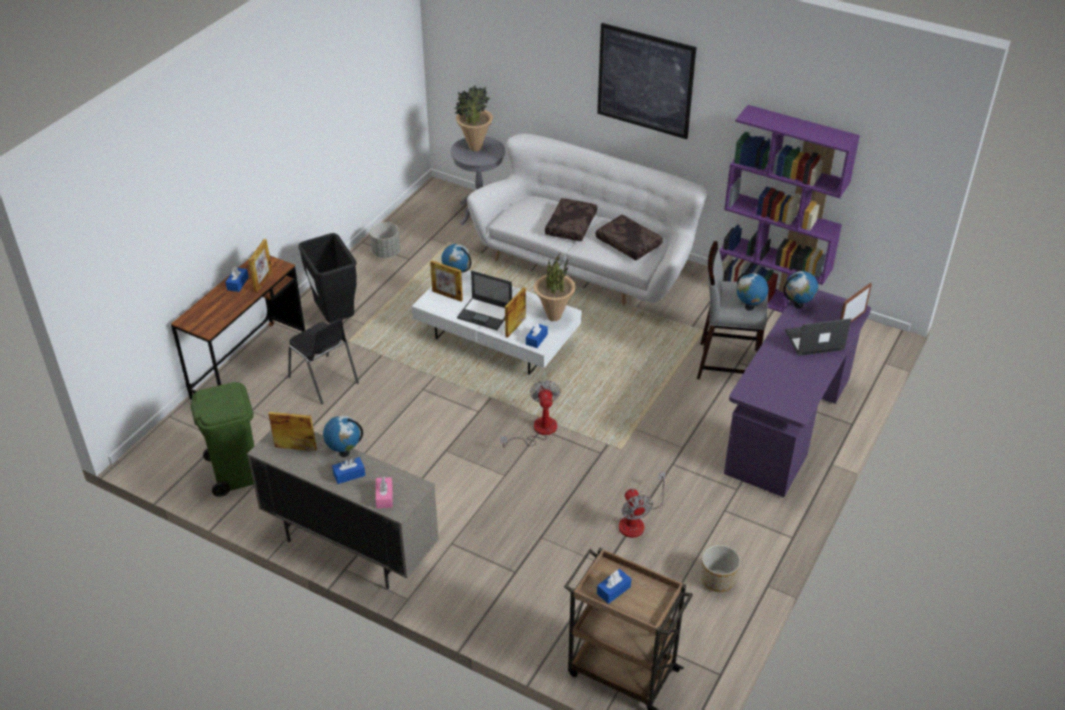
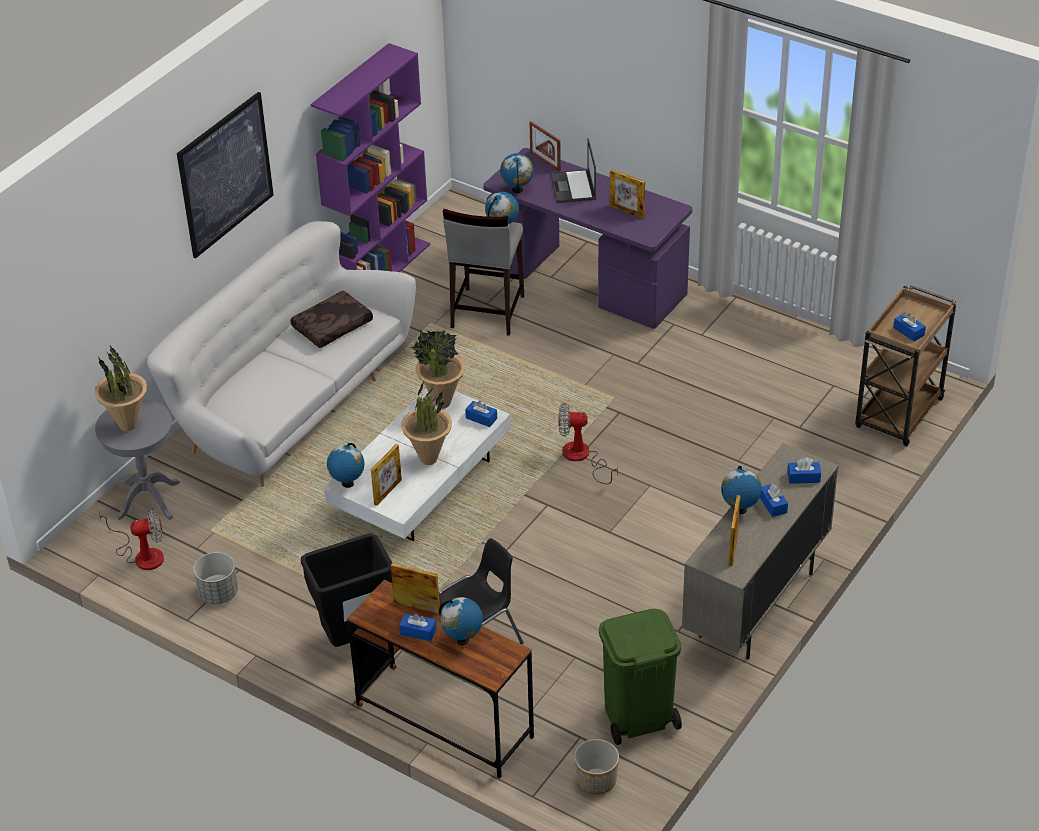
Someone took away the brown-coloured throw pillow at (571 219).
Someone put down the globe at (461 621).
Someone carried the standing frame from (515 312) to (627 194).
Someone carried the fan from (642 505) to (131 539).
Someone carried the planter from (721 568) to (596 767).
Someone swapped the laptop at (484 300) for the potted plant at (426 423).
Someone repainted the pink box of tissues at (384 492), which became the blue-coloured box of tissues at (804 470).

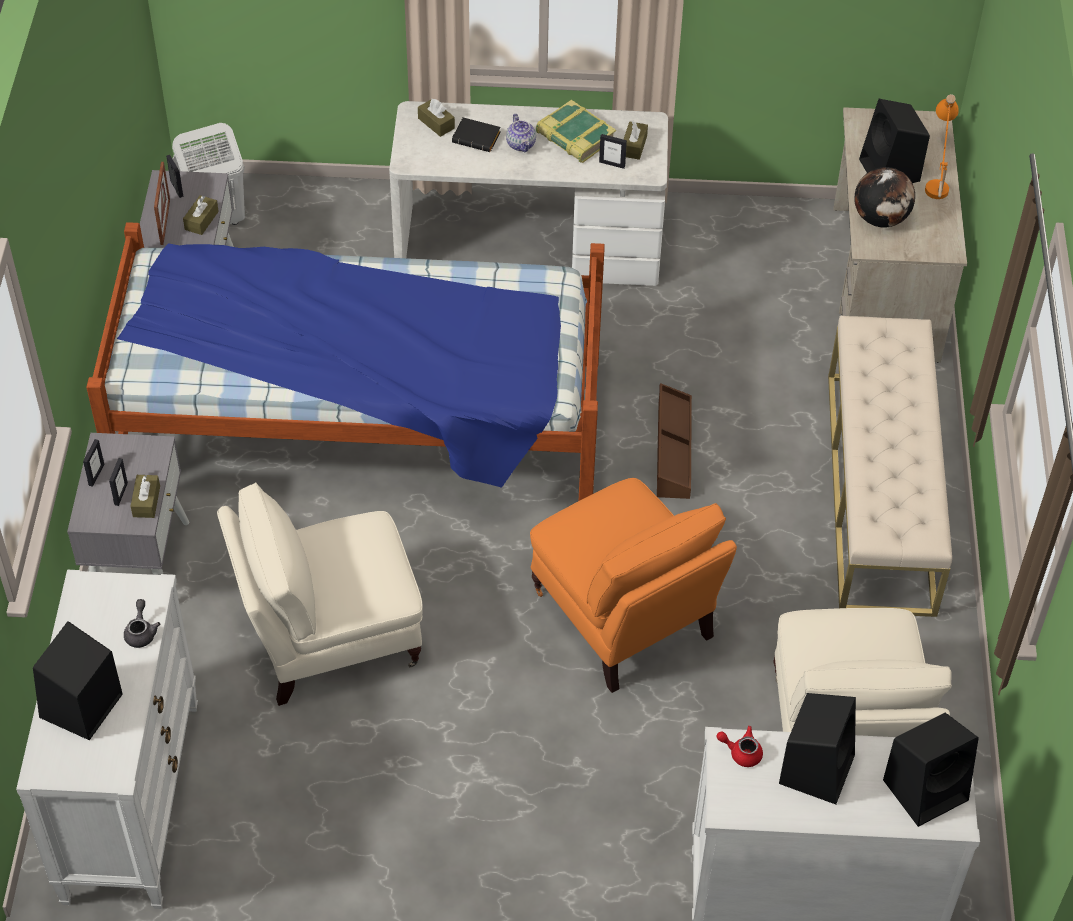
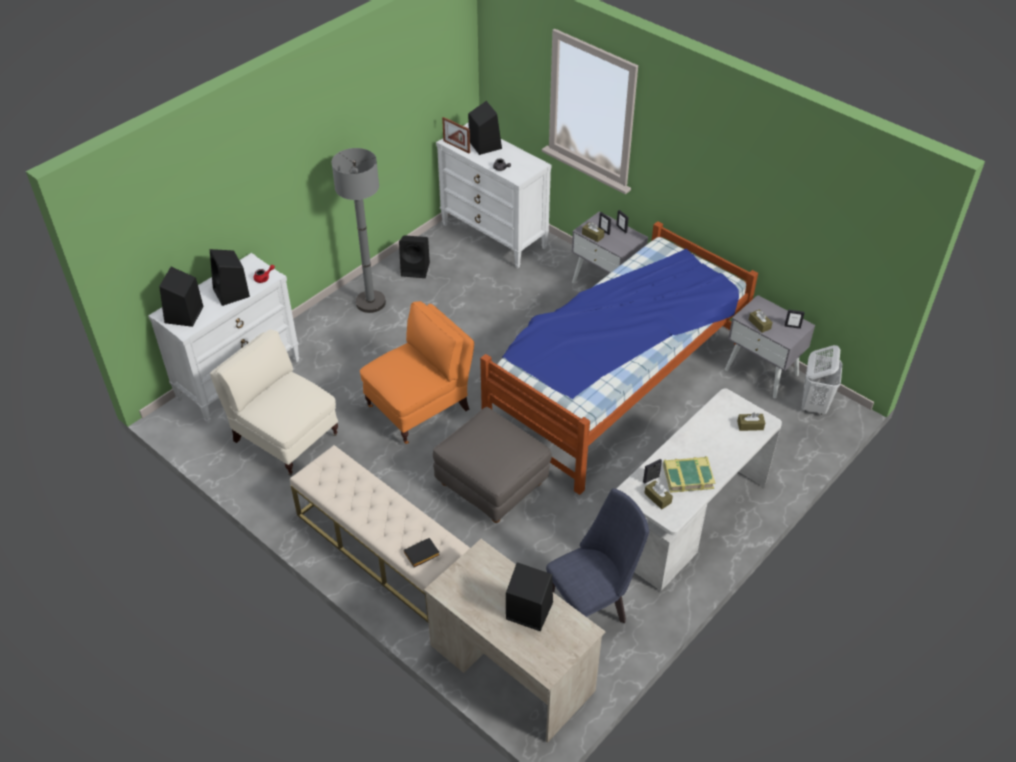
Someone took away the sand-coloured lounge chair at (320 594).
Someone took away the tea pot at (521 133).
Someone took away the globe at (884 197).
Someone took away the orange lamp for a table at (942 146).
Someone put down the grey standing lamp at (359 230).
Someone put down the blackish loudspeaker at (414 256).
Someone put down the blue-coloured chair at (597 555).
Someone carried the standing frame from (162 203) to (456 135).
Someone carried the blackish bound book from (476 134) to (421 552).
Someone swapped the brown-coloured storage bin at (674 441) for the grey ottoman at (492 465).
Someone rotated the orange lounge chair at (633 585) by 135 degrees clockwise.

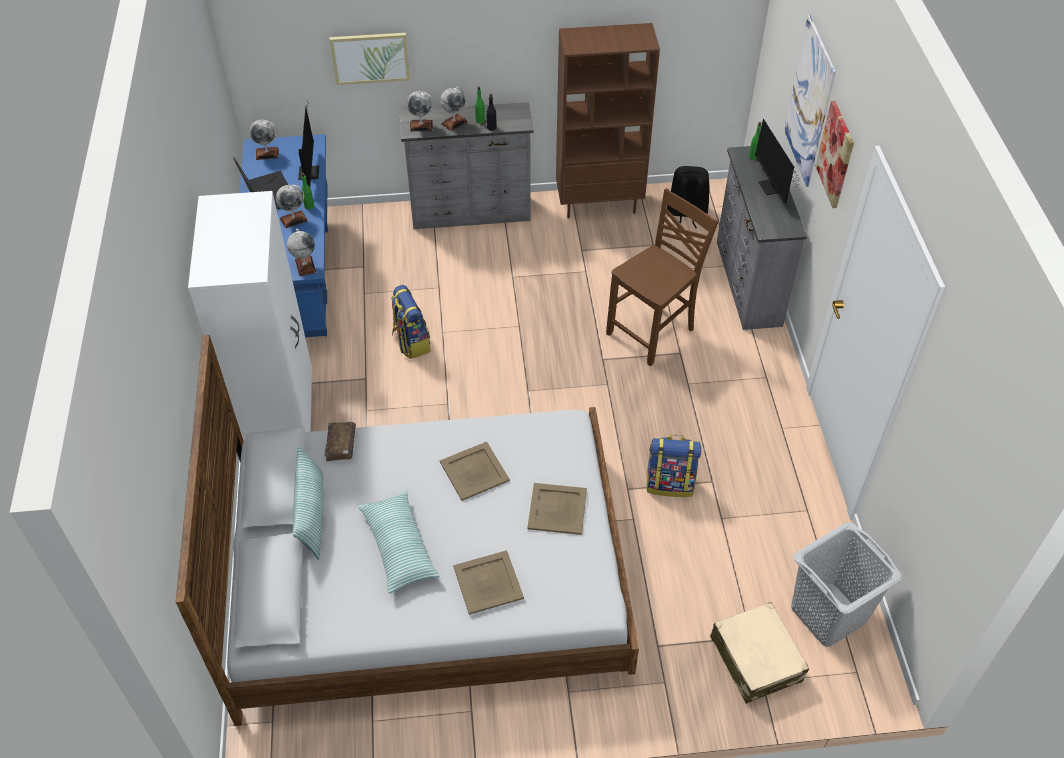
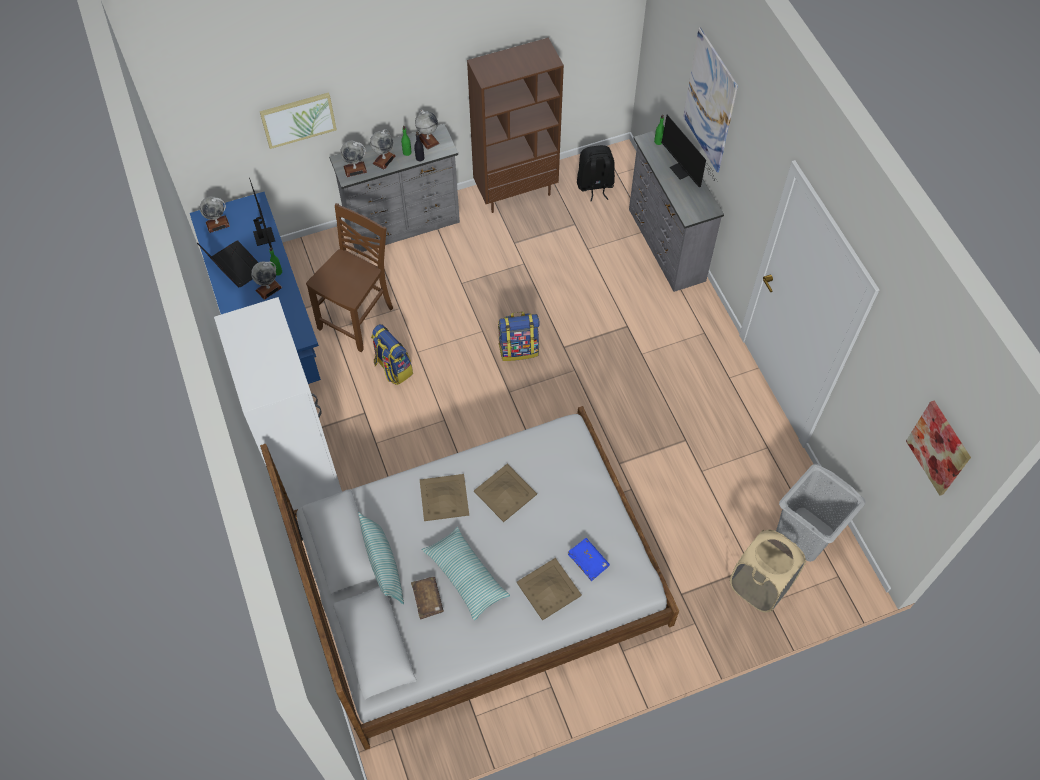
Someone put down the blue-coloured bound book at (589 559).
Someone carried the globe from (301 252) to (427 130).
Someone carried the brown-coloured bound book from (340 441) to (427 598).
Someone carried the sand-coloured tray from (557 509) to (444 497).
Someone carried the brown-coloured chair from (662 277) to (349 277).
Someone carried the backpack from (674 465) to (519 336).
Someone carried the picture from (834 154) to (938 448).
Someone swapped the sand-coloured piece of luggage at (759 653) for the sand-coloured hamper at (768 571).

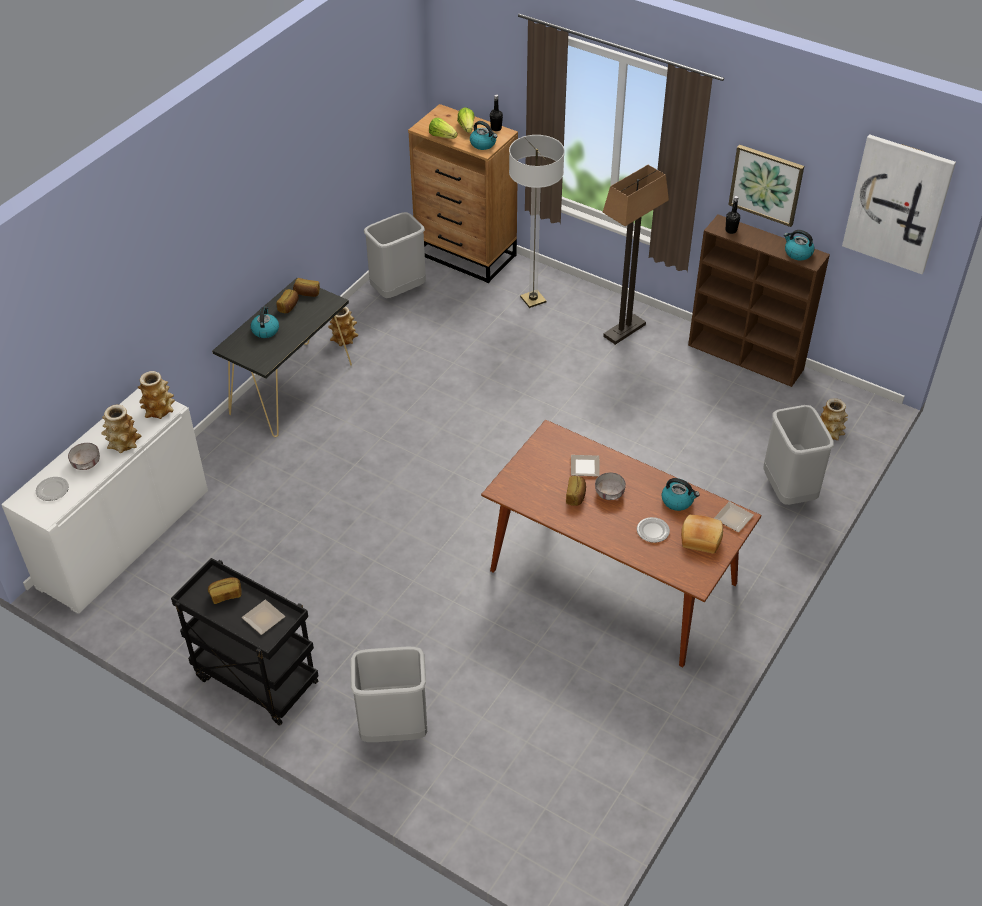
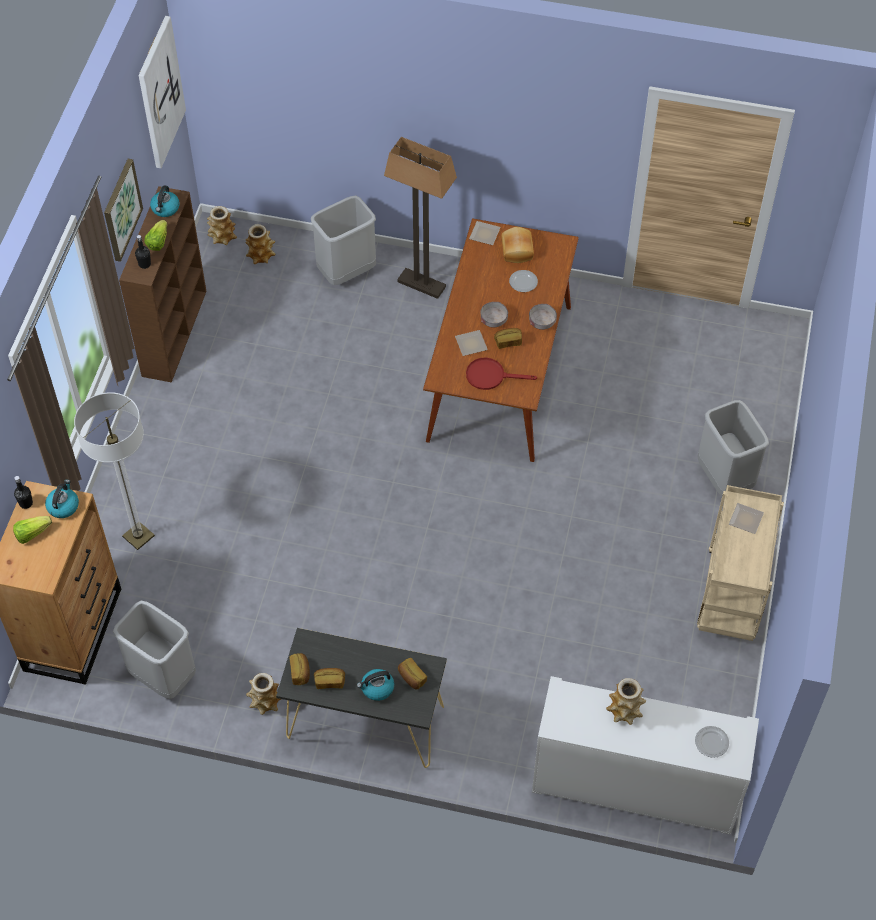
Someone took away the tea kettle at (681 494).
Someone put down the red-coloured skillet at (501 374).
Someone carried the grey deep dish from (84 456) to (543 317).
Someone carried the vase from (156 395) to (222 225).
Someone carried the bakery bread from (225 590) to (412 674).
Someone carried the lettuce head from (443 128) to (155 235).
Someone carried the standing lamp from (636 255) to (420 218).
Someone repainted the blackish trolley at (244 642), which became the sand-coloured trolley at (740 563).

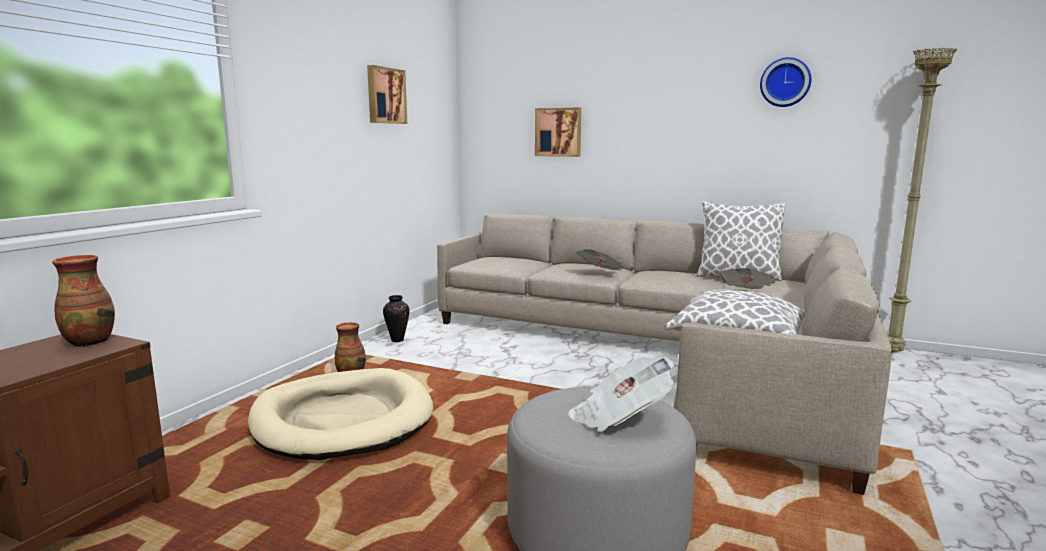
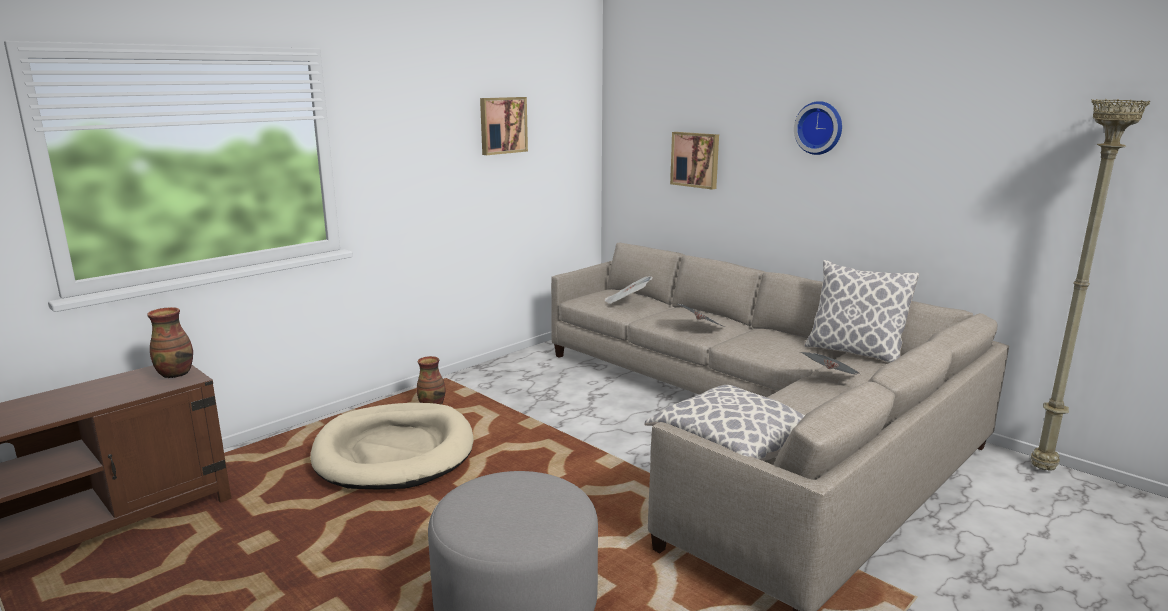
Someone took away the vase at (396 318).
Someone carried the daily paper from (621 394) to (628 290).
Someone carried the clock on the wall from (785 82) to (818 128).

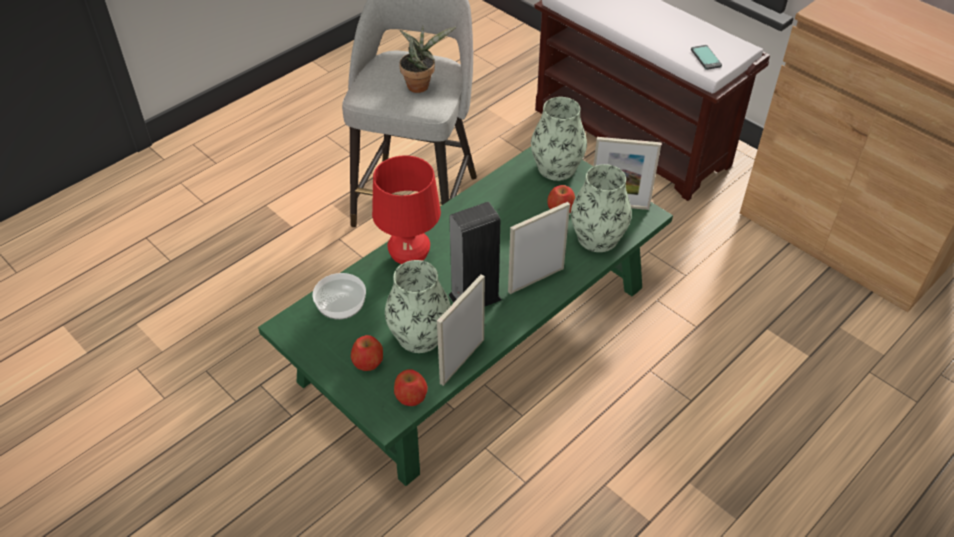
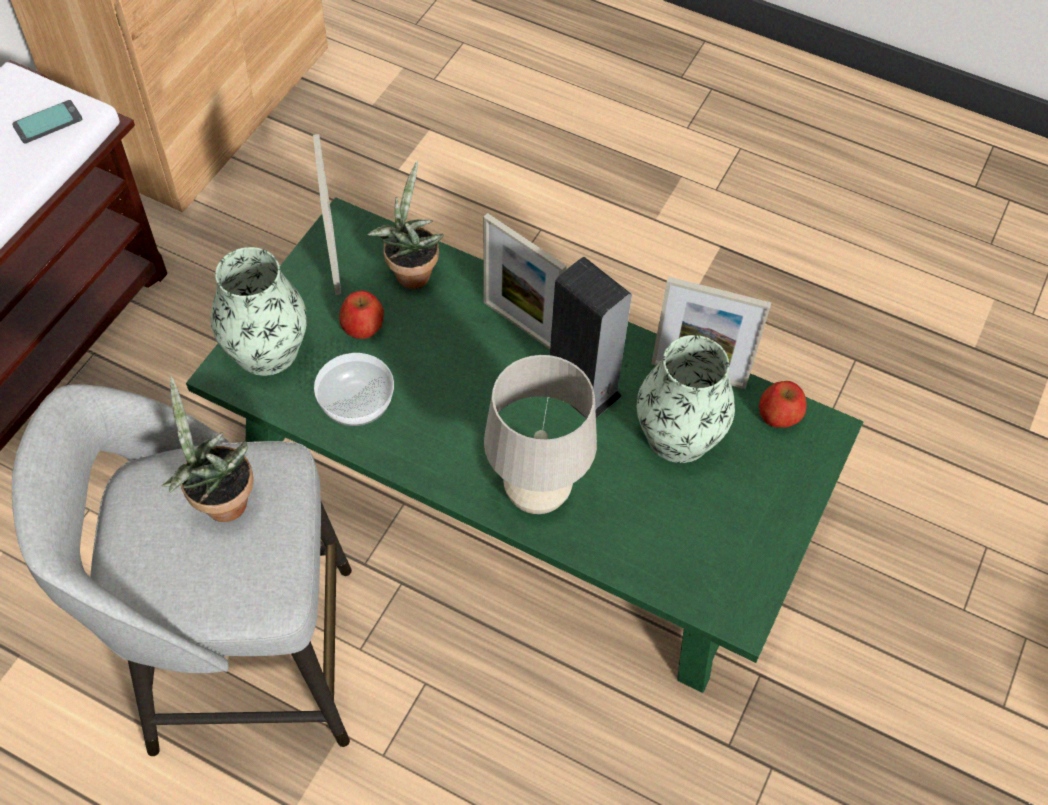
Someone took away the apple at (367 353).
Someone carried the deep dish from (339 296) to (354 389).
Someone swapped the vase at (601 208) for the potted plant at (405 225).
Someone repainted the red-coloured lamp for a table at (406 209), which became the sand-coloured lamp for a table at (540 434).

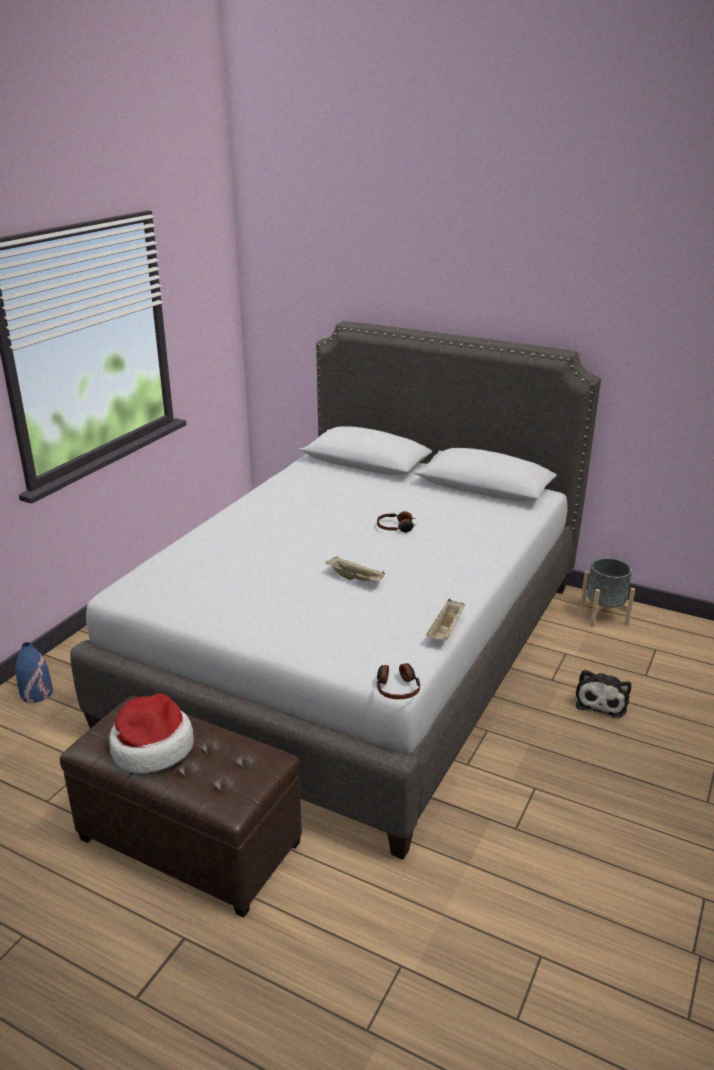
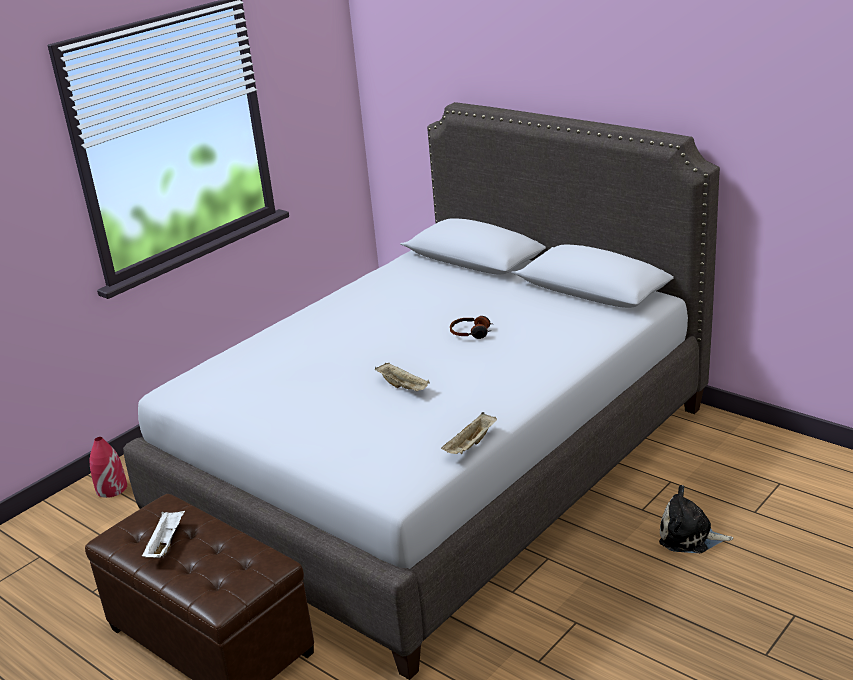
Someone took away the headphones at (398 681).
Someone took away the grey planter at (607 592).
Someone swapped the wearable hat at (151 733) for the white tray at (163 534).
Someone repainted the blue-coloured vase at (34 672), which became the red-coloured vase at (108 467).
Someone rotated the plush toy at (603 694) by 75 degrees clockwise.

